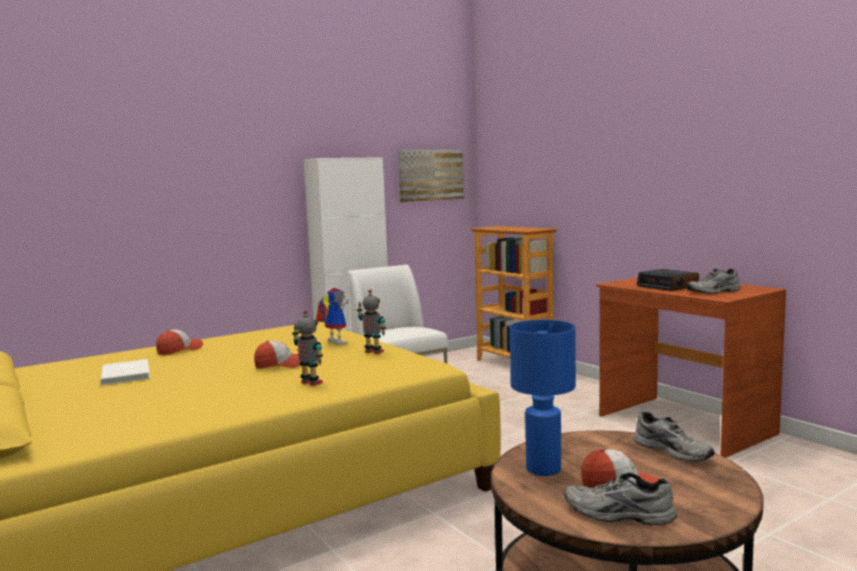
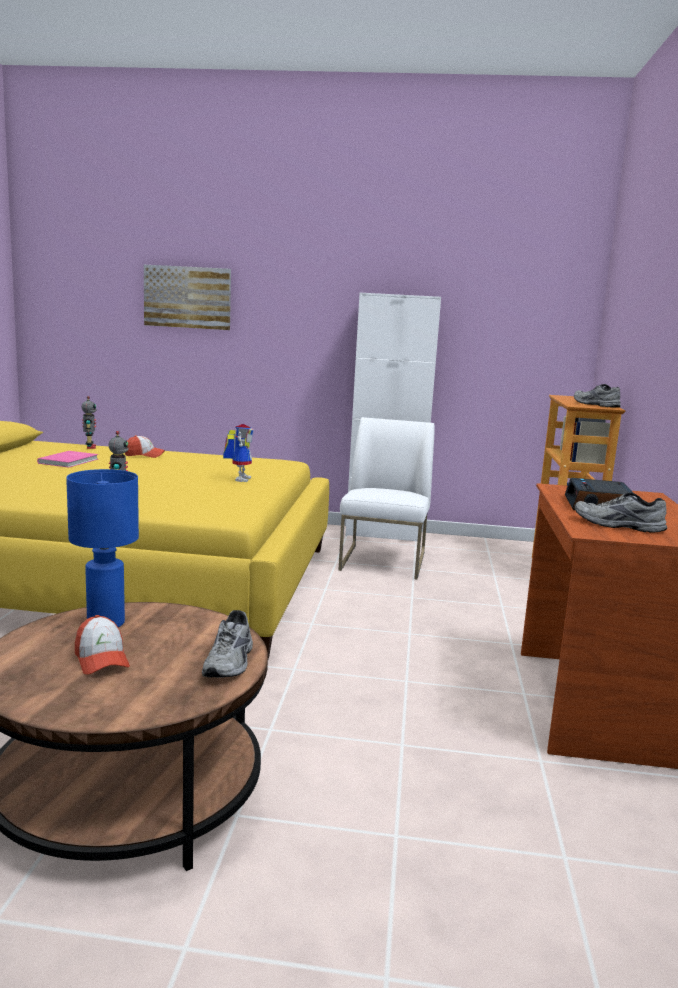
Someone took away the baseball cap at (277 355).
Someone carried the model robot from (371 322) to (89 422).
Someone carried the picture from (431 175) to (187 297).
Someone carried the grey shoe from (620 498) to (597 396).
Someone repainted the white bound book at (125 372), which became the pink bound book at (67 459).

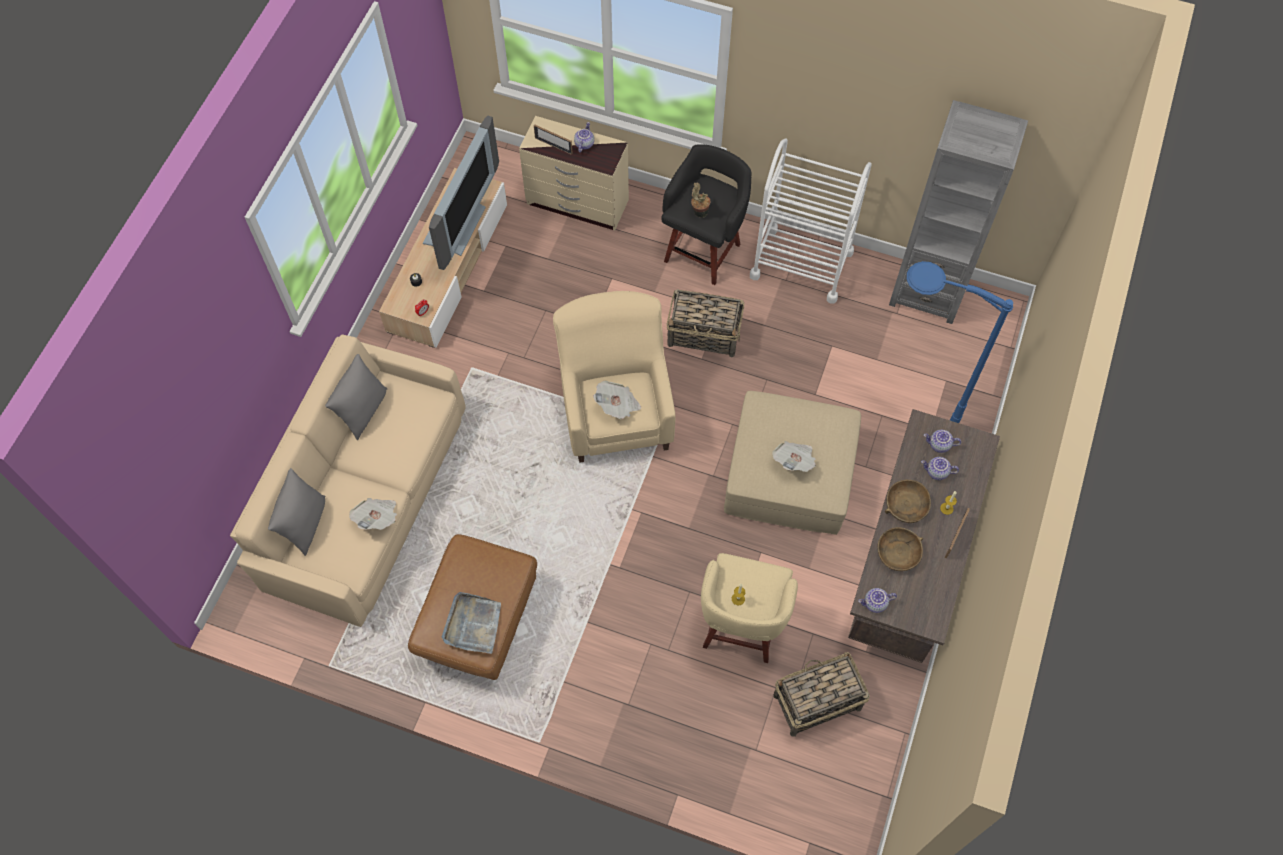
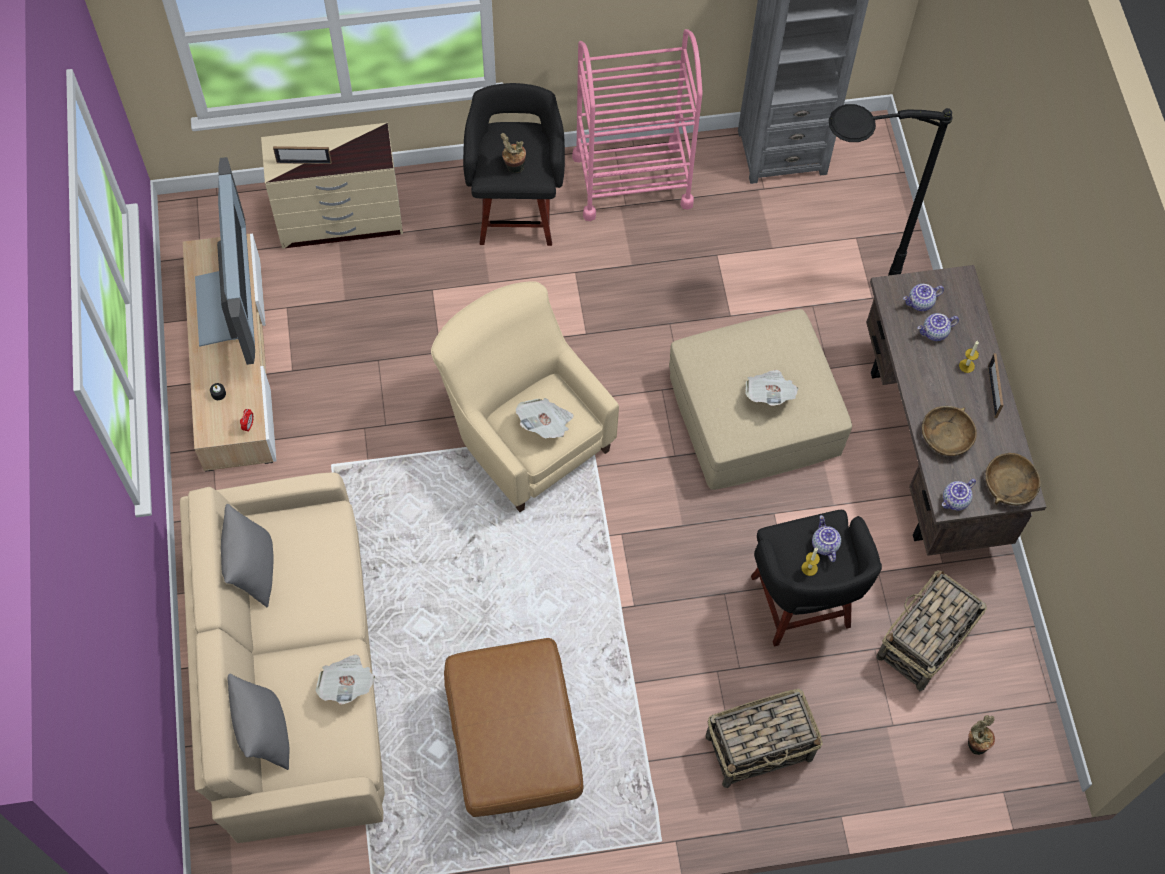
Someone took away the grey tray at (471 623).
Someone put down the potted plant at (981 735).
Someone carried the tea pot from (584 137) to (826 538).
Someone carried the storage basket from (705 323) to (764 738).
Someone carried the brown-coloured deep dish from (908 501) to (1012 479).
Someone repainted the sand-coloured sitting stool at (749 608), which became the blackish sitting stool at (816 578).
Someone repainted the white trolley at (811 221), which became the pink trolley at (637 125).
Someone repainted the blue-coloured standing lamp at (960 342), which became the blackish standing lamp at (891 190).

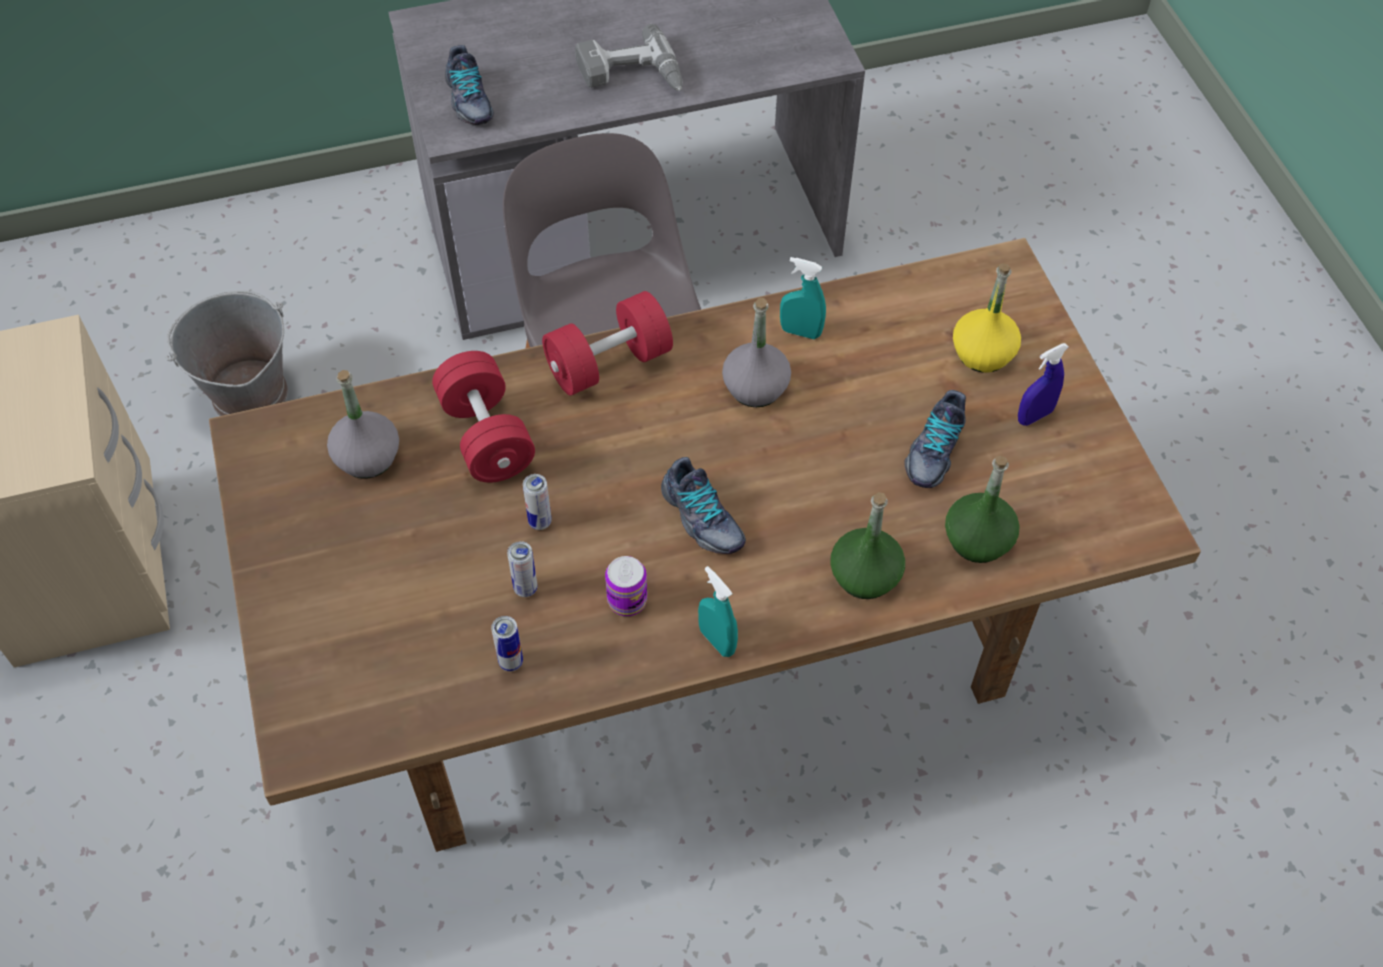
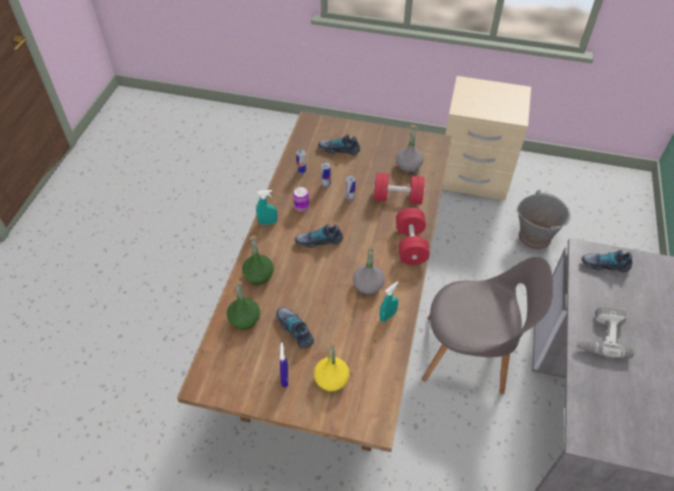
Someone put down the shoe at (339 144).

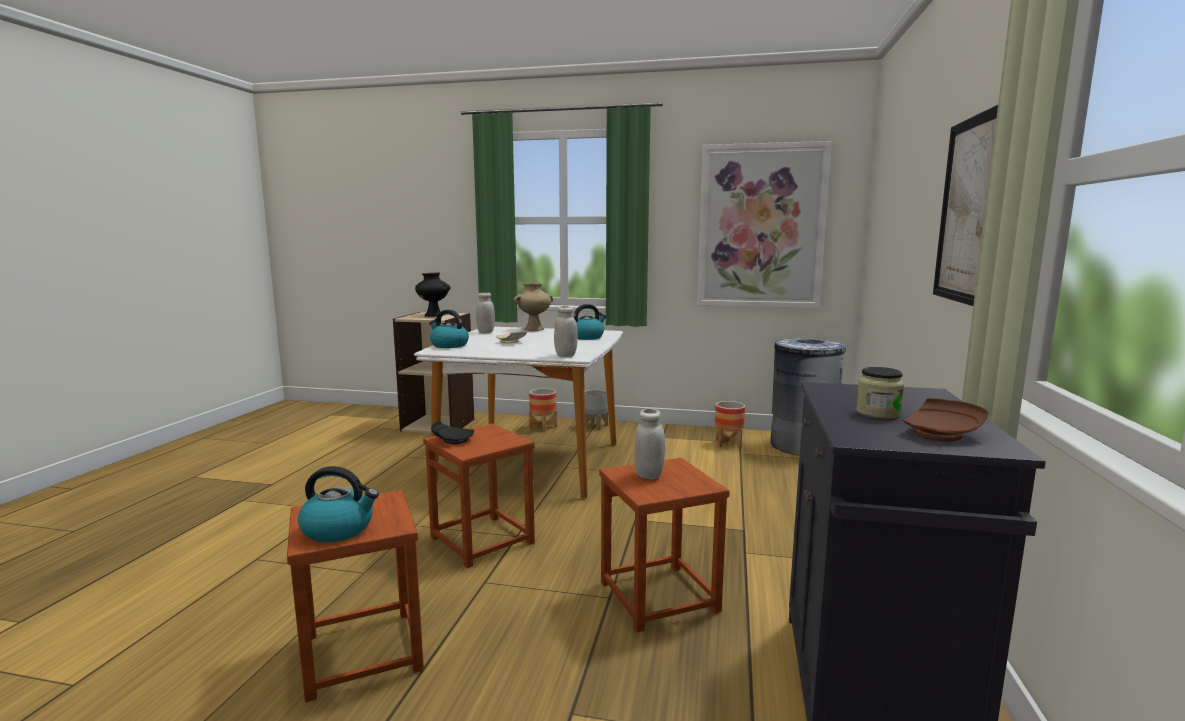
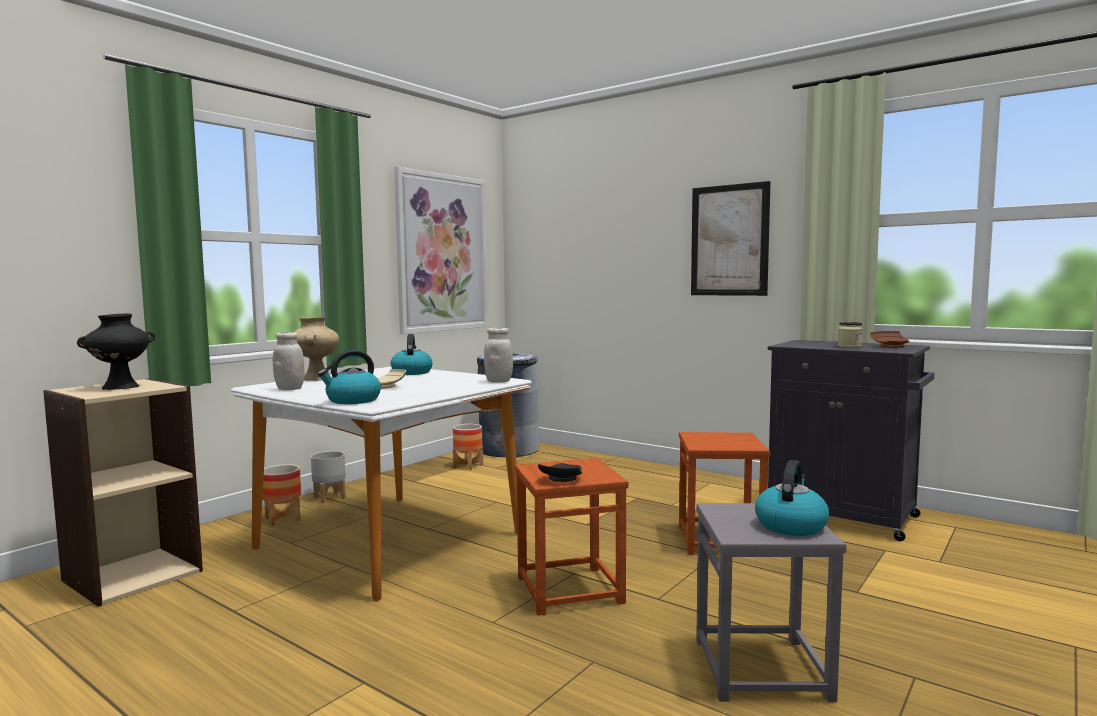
Someone took away the white storage jar at (649 444).
Someone repainted the brown-coloured sitting stool at (355 596), which became the grey sitting stool at (771 602).

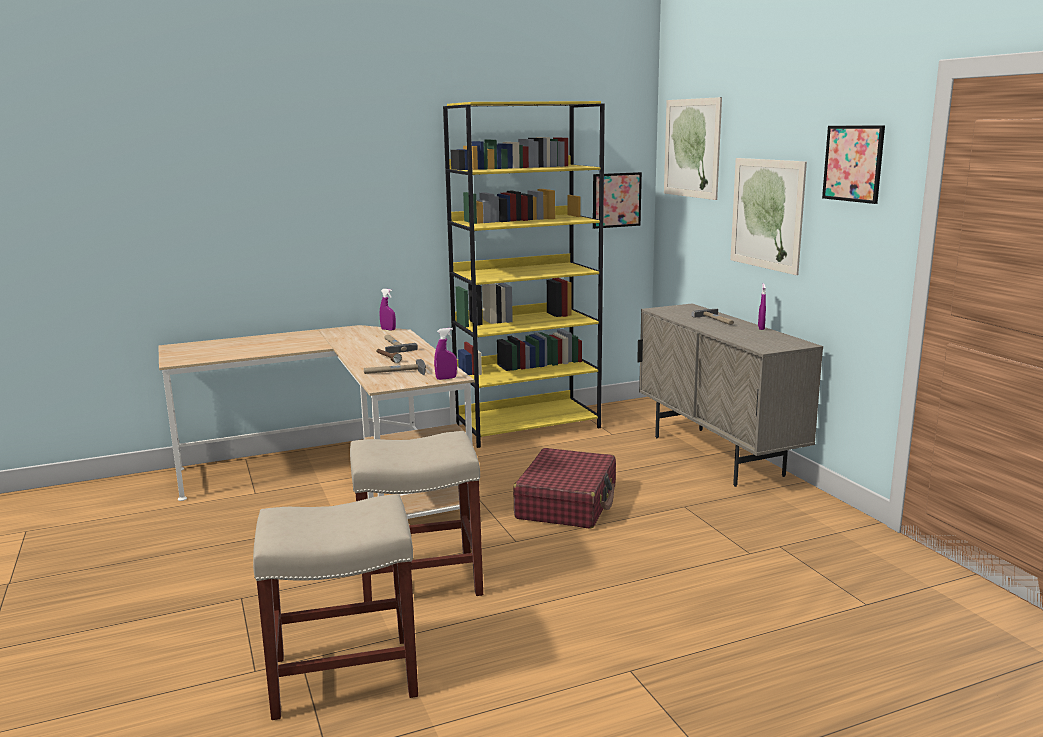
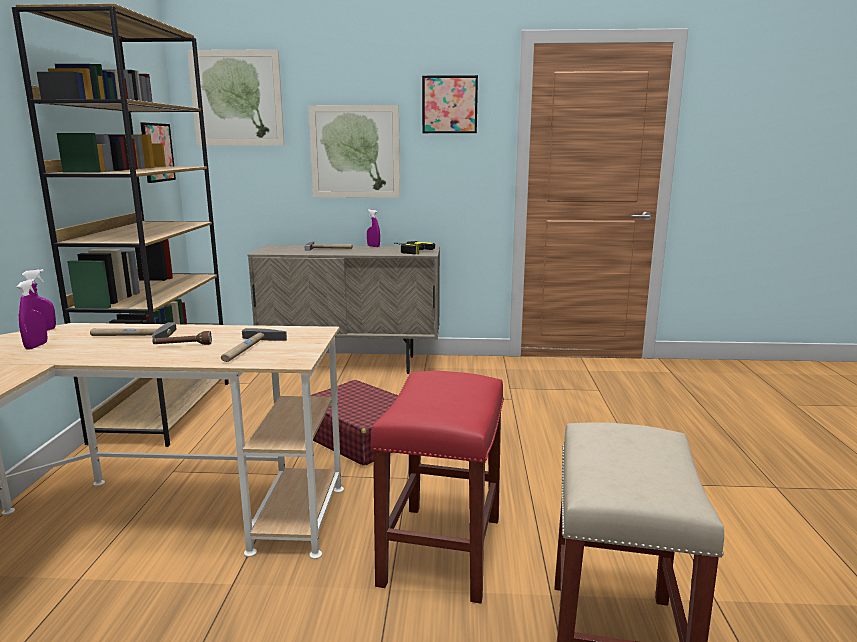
Someone put down the power drill at (414 247).
Someone carried the purplish sprayer from (445 354) to (32 314).
Someone repainted the sand-coloured sitting stool at (416 516), which became the red-coloured sitting stool at (437 487).
Someone repainted the yellow-coloured bookcase at (524 274), which became the brown-coloured bookcase at (120 225).

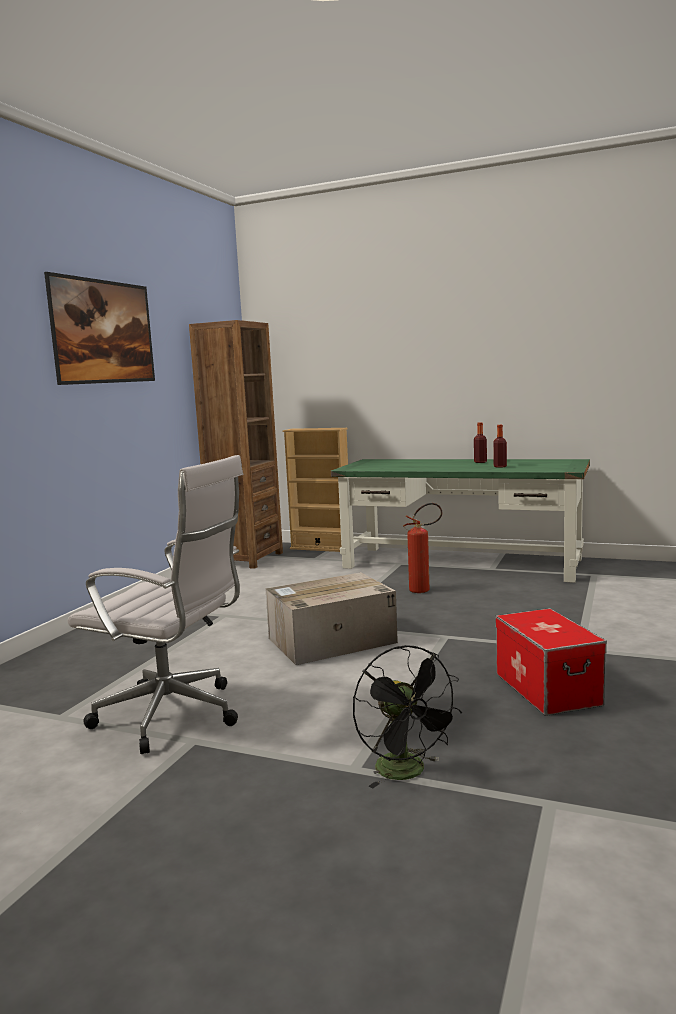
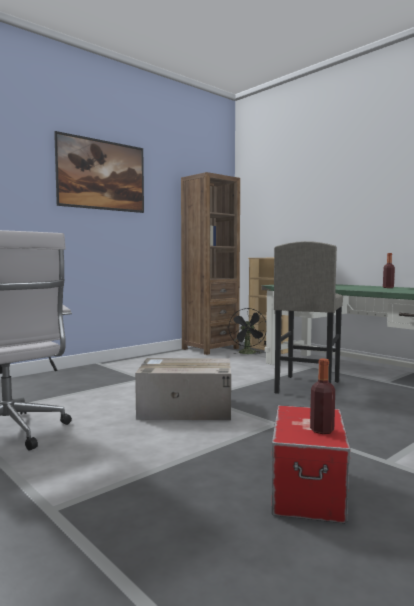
Someone carried the blackish fan from (407 716) to (247 331).
Someone carried the beverage bottle from (500 446) to (322 396).
Someone swapped the extinguisher at (422 548) for the grey sitting stool at (308 317).

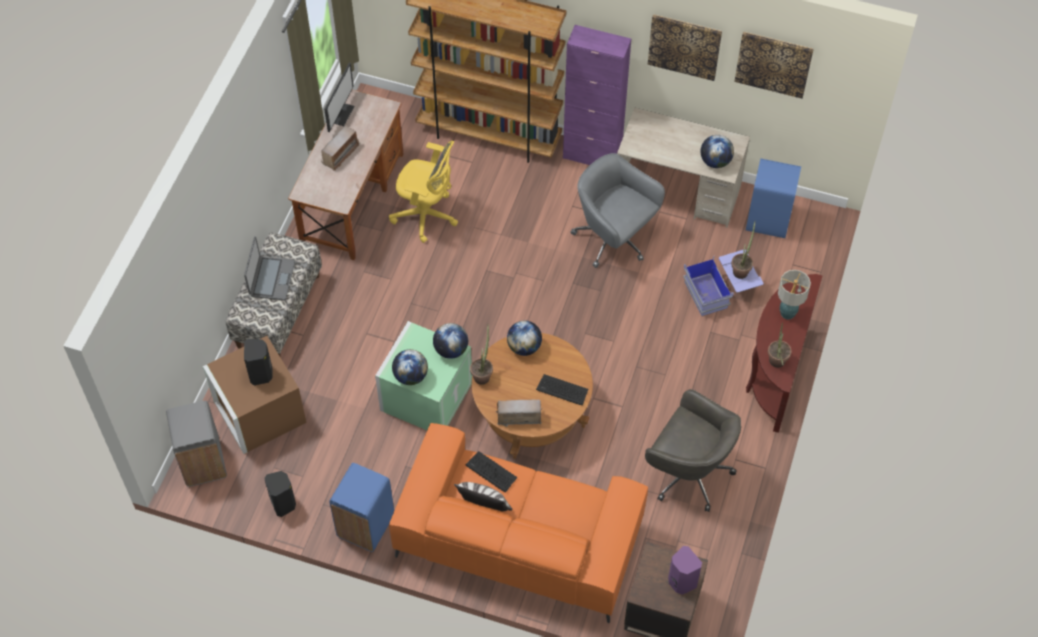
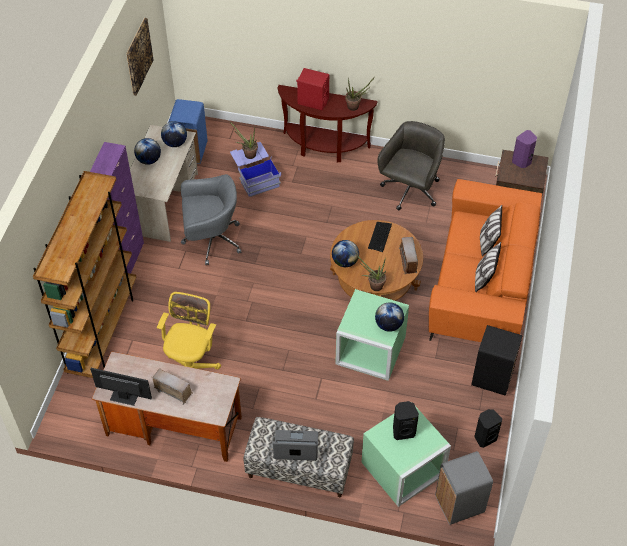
Someone took away the computer keyboard at (491 472).
Someone took away the picture at (685 47).
Someone put down the throw pillow at (491 231).
Someone carried the globe from (450 341) to (147 151).
Someone swapped the lamp for a table at (794 295) for the red-coloured loudspeaker at (312 89).
Someone repainted the brown-coloured storage bin at (254 395), which became the green storage bin at (406 456).
Someone repainted the blue-coloured waste bin at (361 507), which became the blackish waste bin at (497 360).
Someone rotated the grey computer chair at (618 210) by 135 degrees counterclockwise.

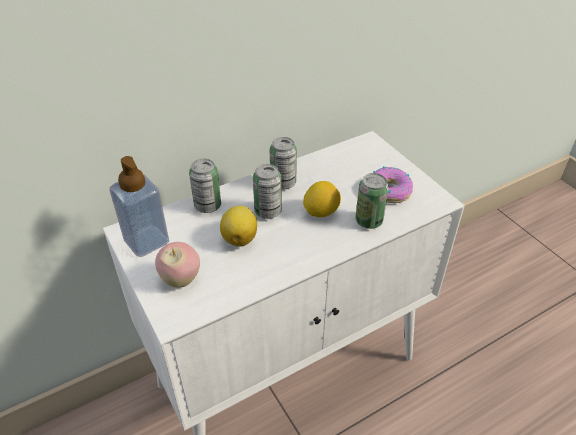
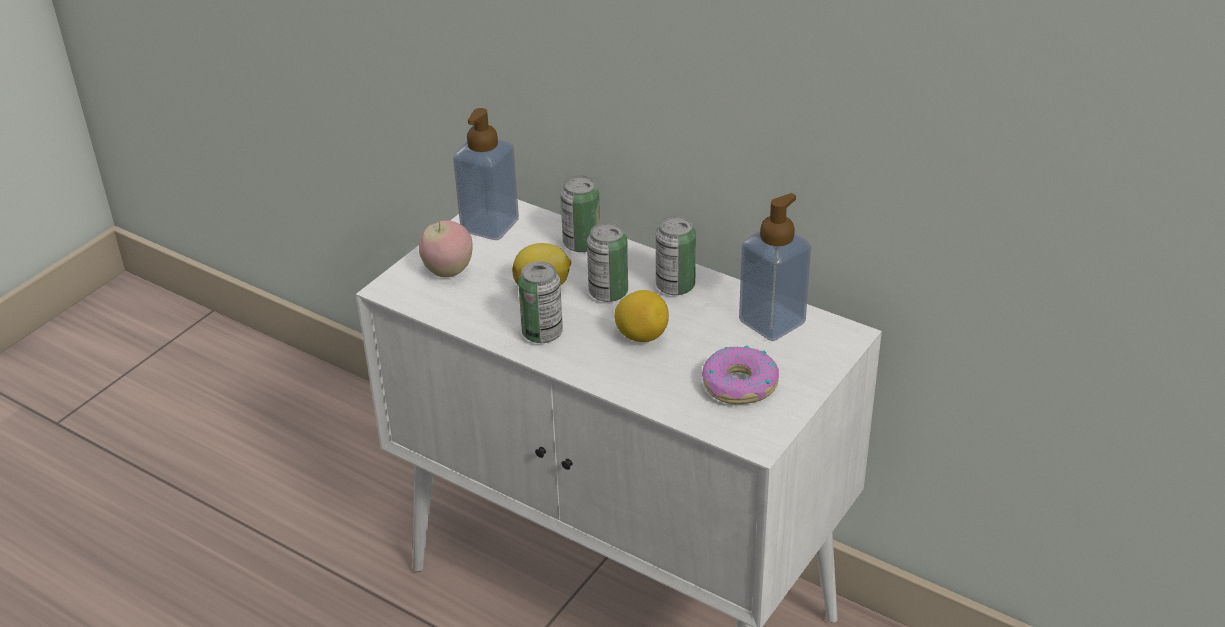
Someone put down the liquid soap bottle at (775 267).
Someone carried the sealed can from (371 201) to (540 302).

